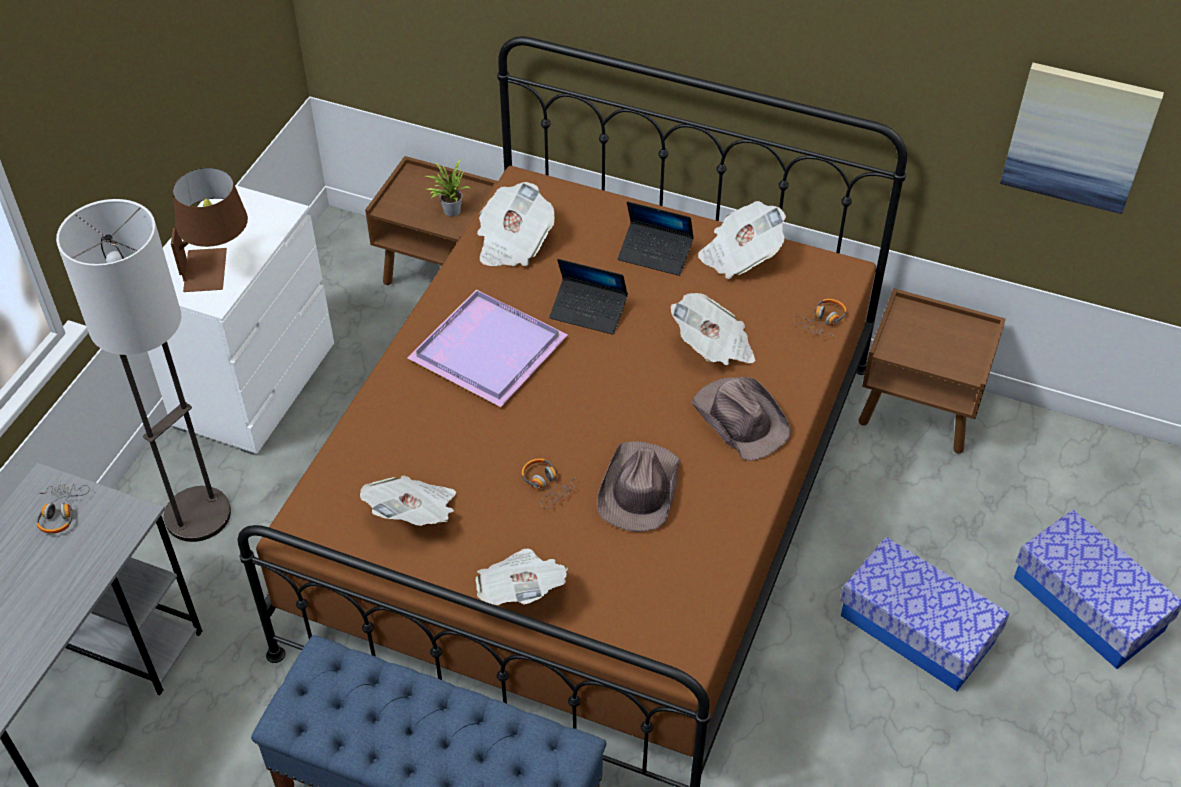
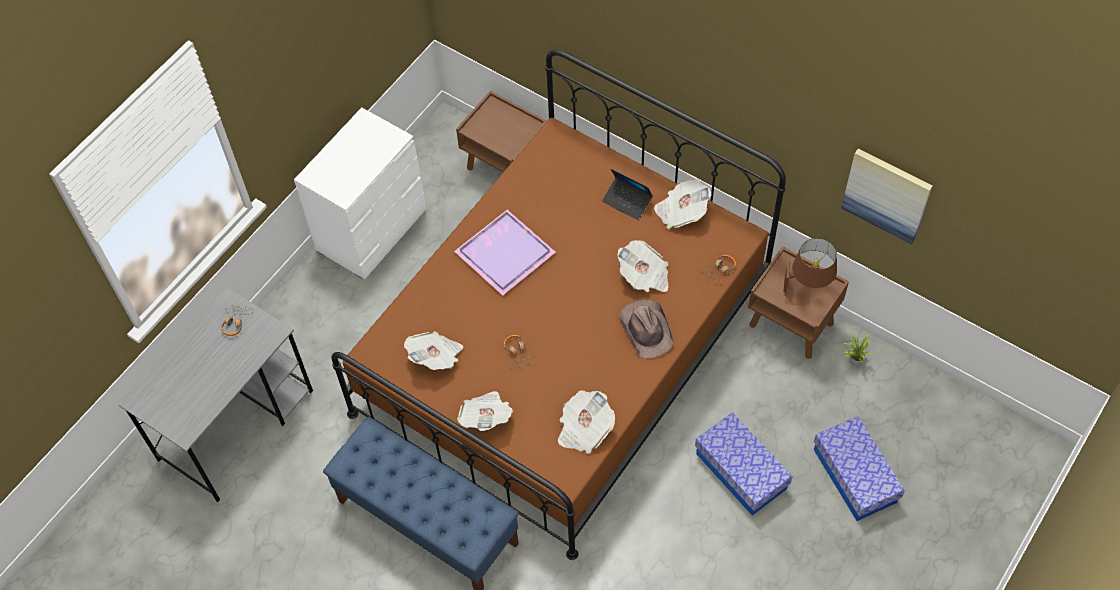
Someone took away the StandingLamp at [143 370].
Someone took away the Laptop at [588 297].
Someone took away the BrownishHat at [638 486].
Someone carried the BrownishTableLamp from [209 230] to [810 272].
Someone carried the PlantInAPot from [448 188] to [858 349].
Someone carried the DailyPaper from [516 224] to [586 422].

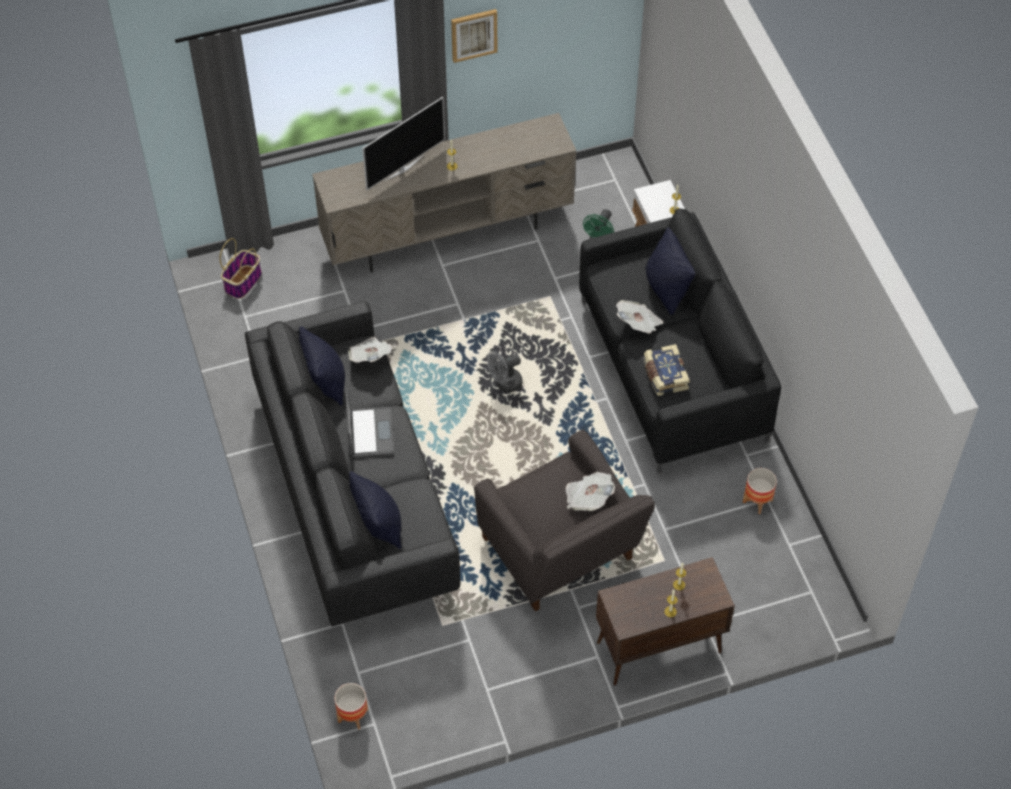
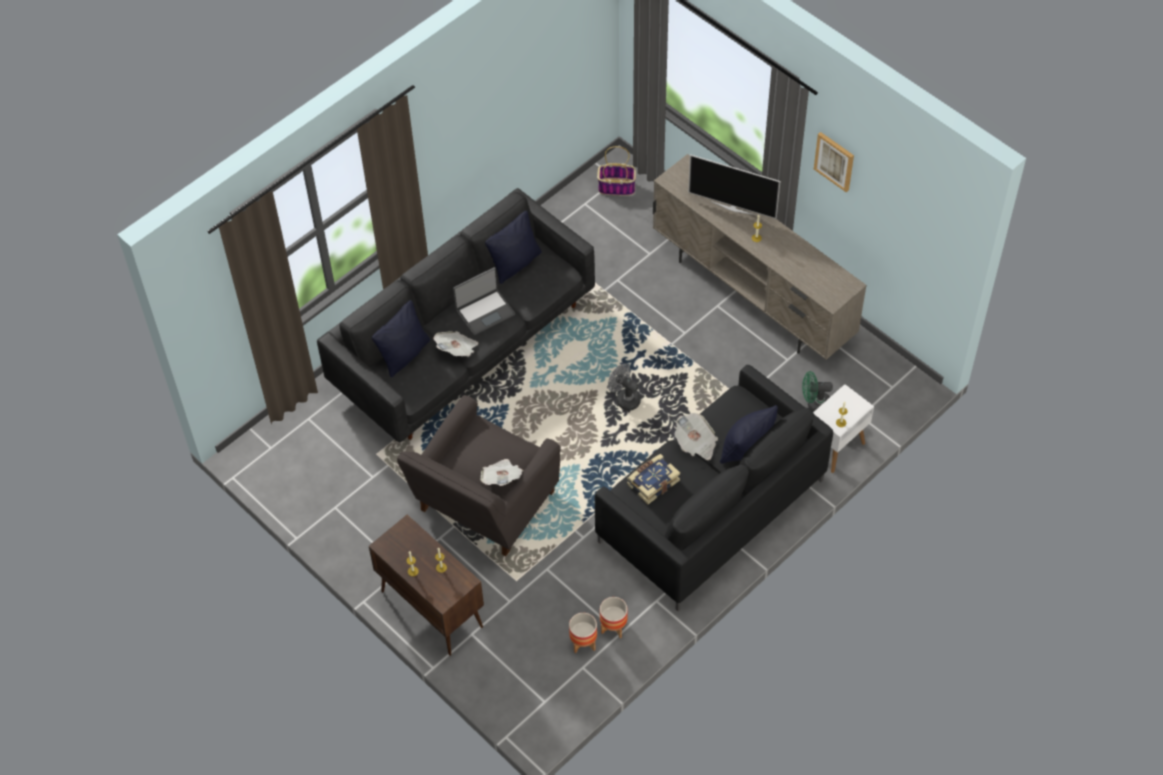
Someone carried the FlowerPot from [351 706] to [583 633].
Someone carried the DailyPaper from [370 350] to [456 344].

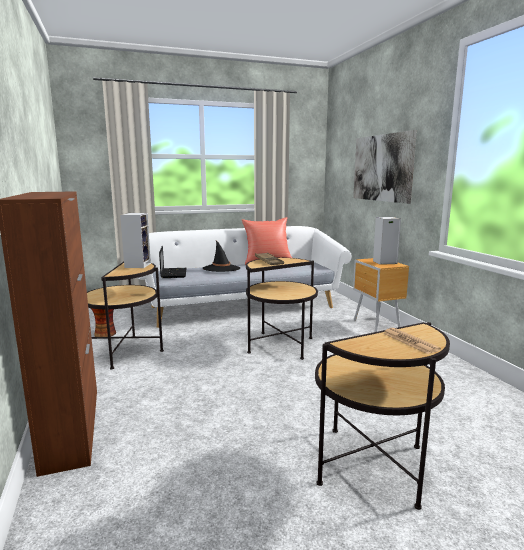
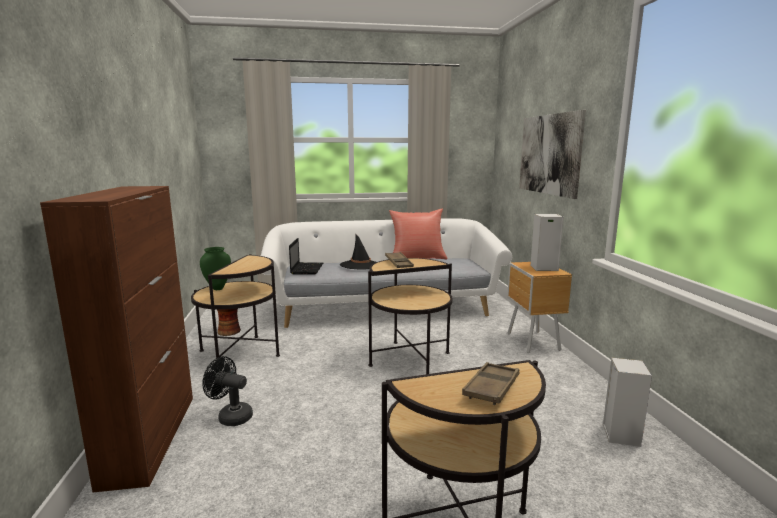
Someone put down the GreenColouredVase at [215 268].
Someone put down the BlackElectricFan at [227 391].
Someone carried the Loudspeaker from [135 240] to [627 402].
Someone swapped the DailyPaper at [412 341] for the BrownishCarryingTray at [490 383].

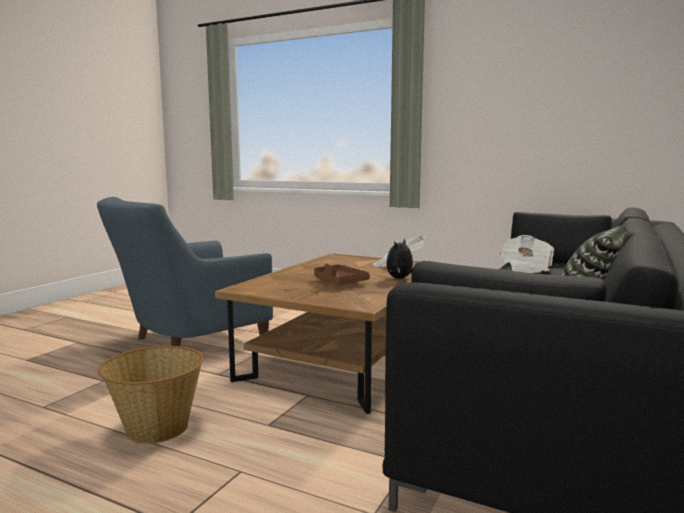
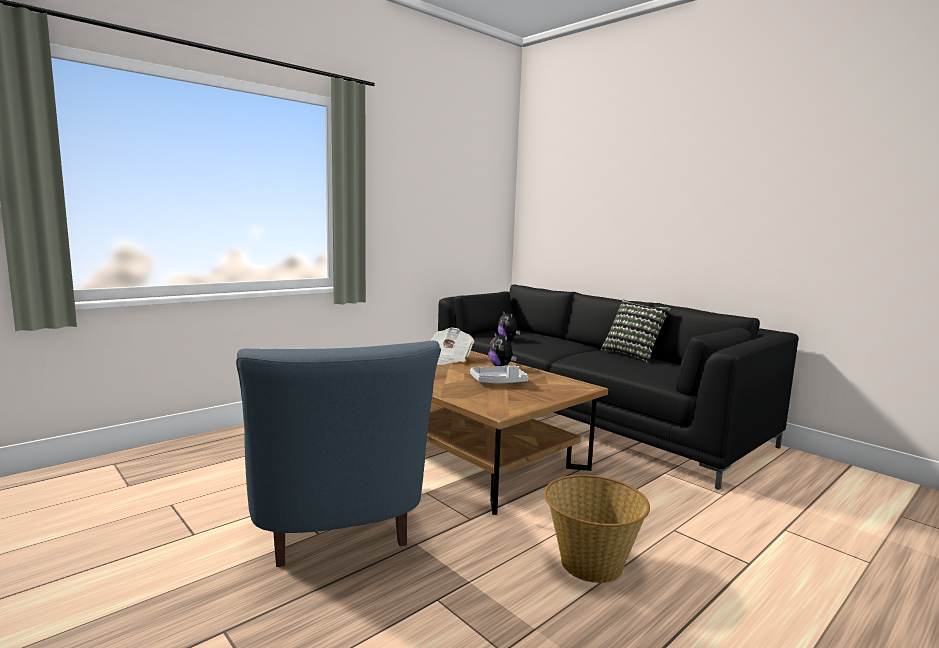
Someone swapped the DailyPaper at [527 254] for the SoftToy at [509 325].
Someone repainted the BrownishCarryingTray at [342 274], which became the GrayCarryingTray at [499 374].

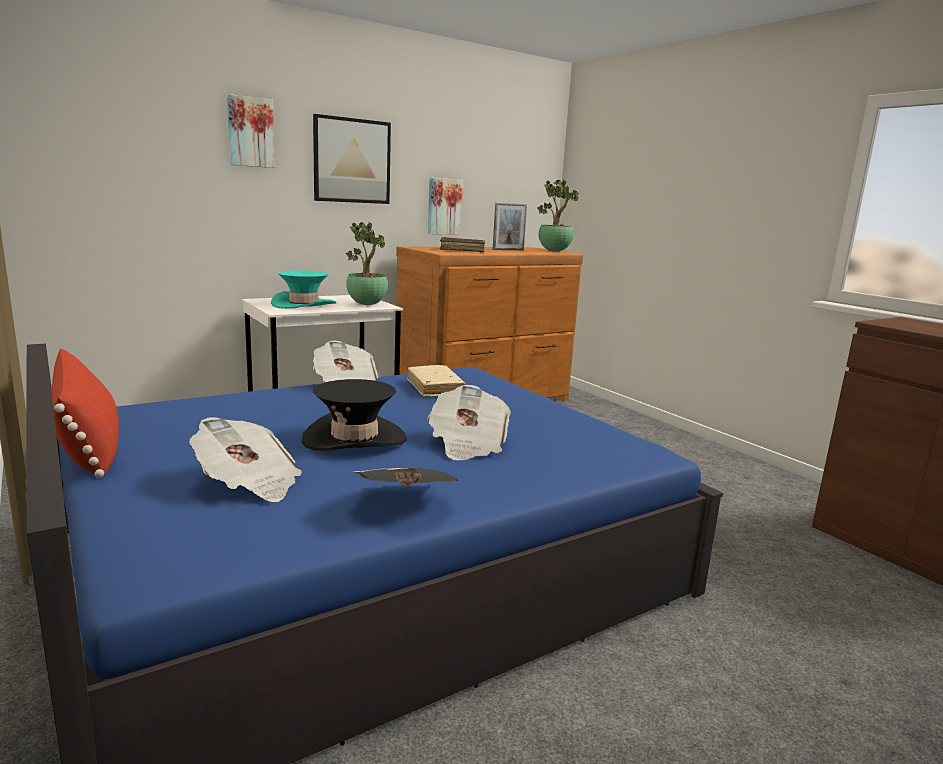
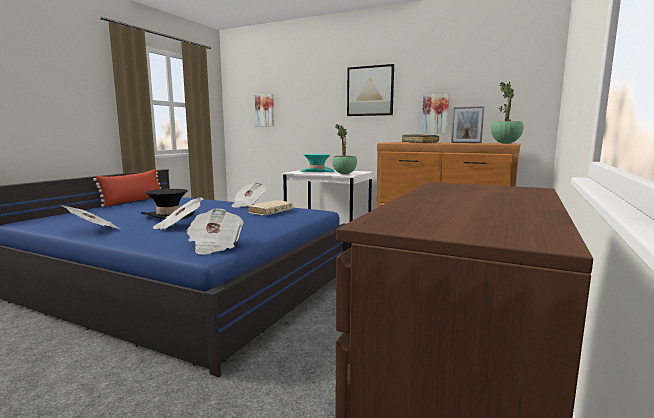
Someone carried the DailyPaper from [246 459] to [214 232].
Someone carried the WallPicture from [251 131] to [264 110].

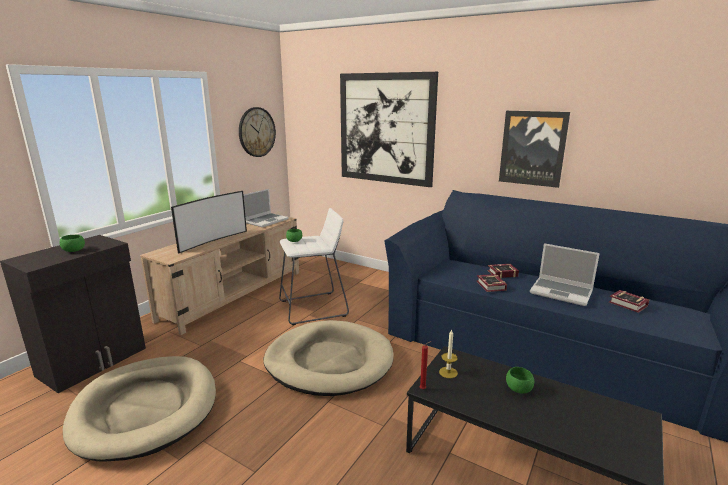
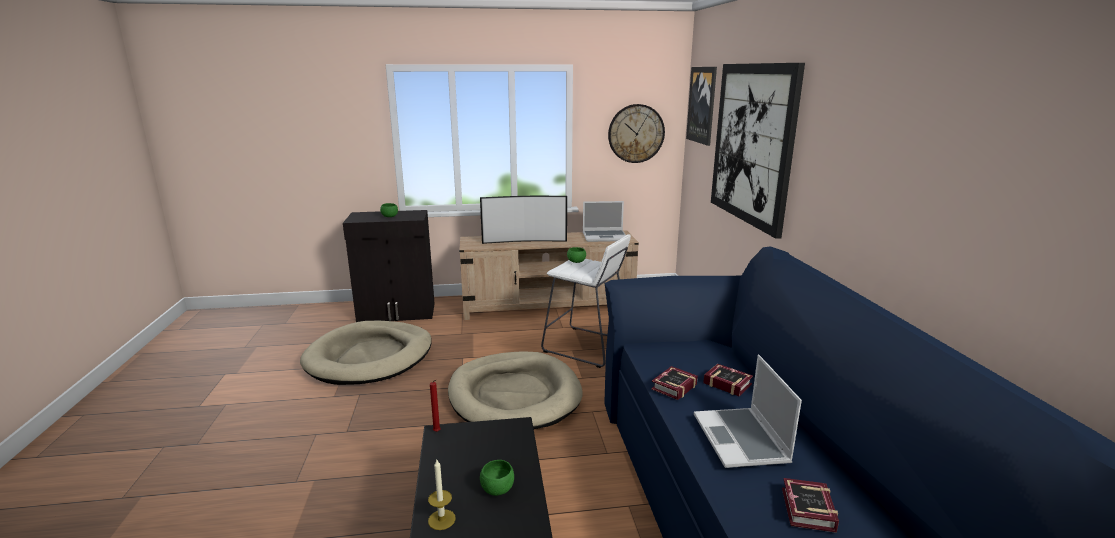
Someone carried the WaxCandle from [448 354] to [442 495].
Someone carried the WallPicture from [534 149] to [701 106].

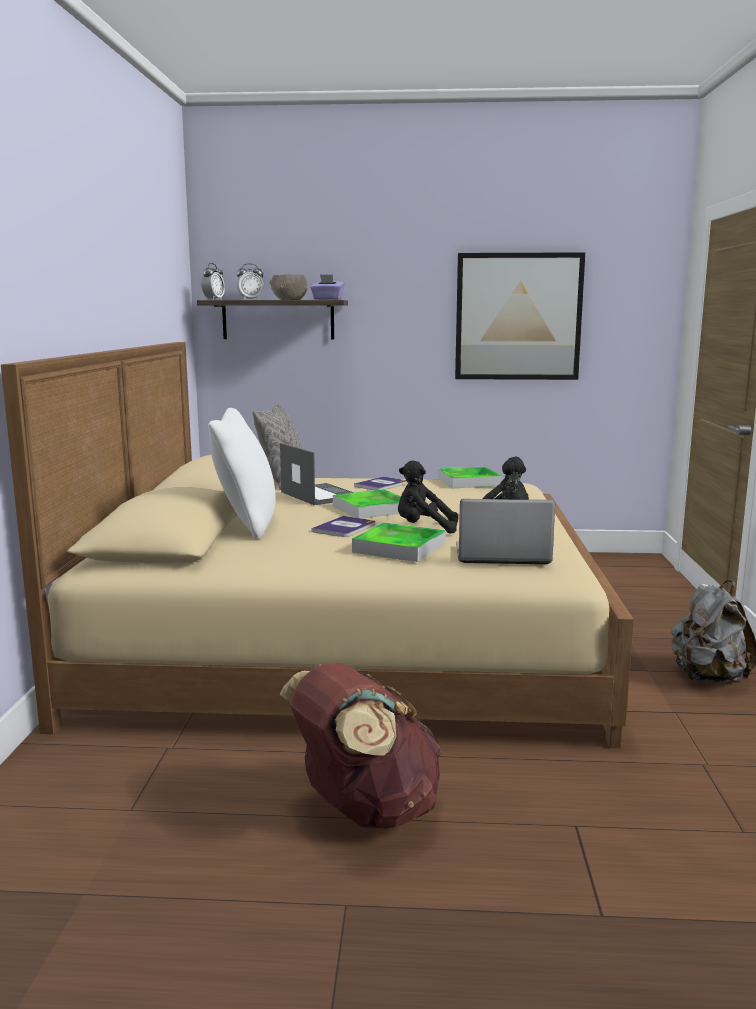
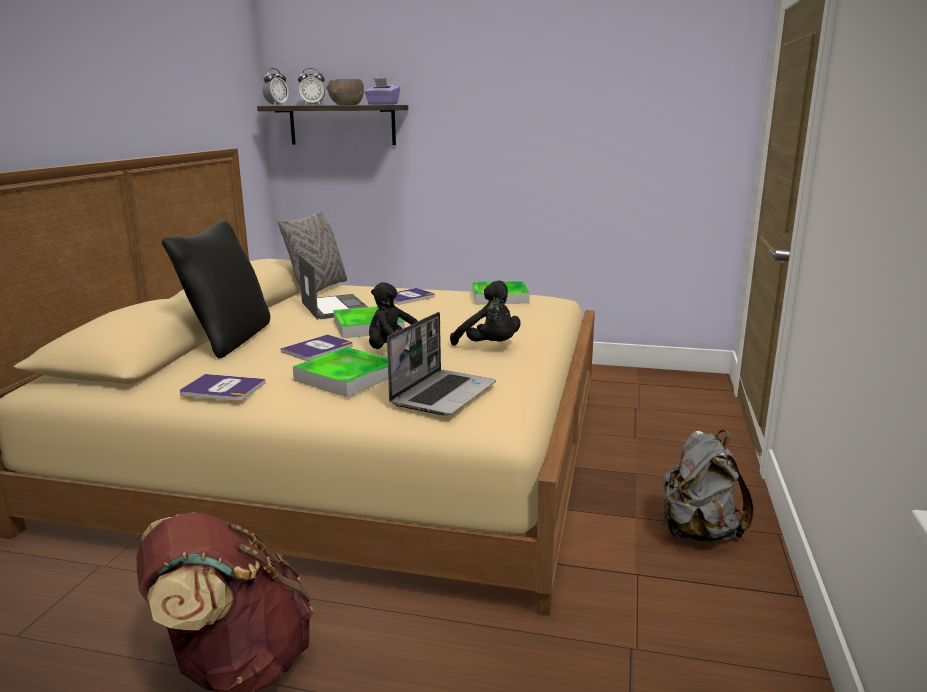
Someone took away the WallPicture at [520 316].
Someone put down the Book at [223 387].
Someone repainted the WhitishThrowPillow at [242 473], which became the BlackThrowPillow at [216 289].
Someone rotated the Laptop at [505 531] by 105 degrees clockwise.

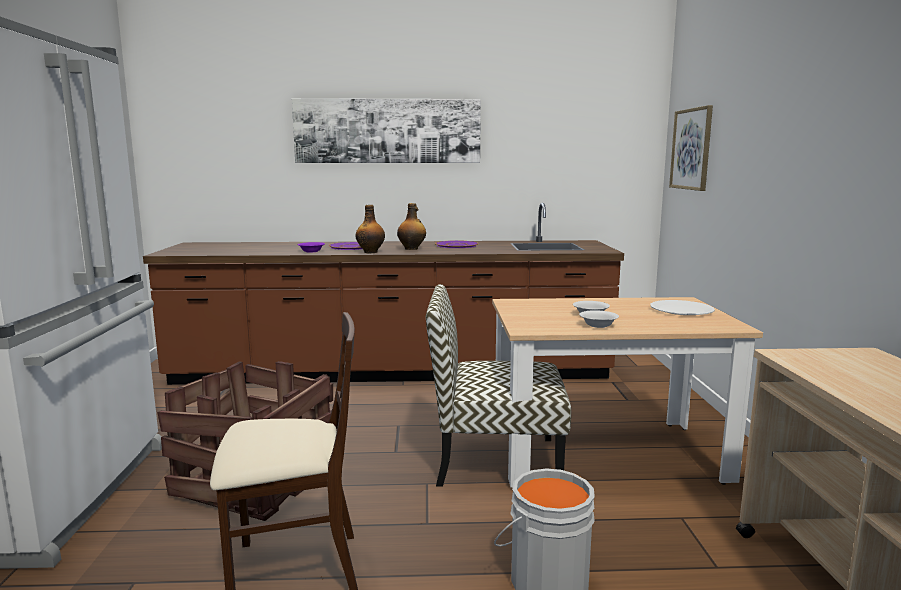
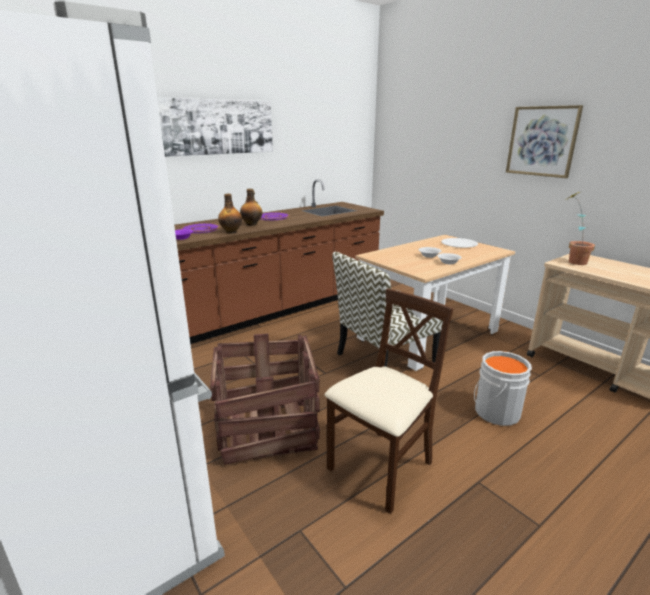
Someone put down the PlantInAPot at [581 228].
Someone carried the WallPicture from [691 148] to [544 141].

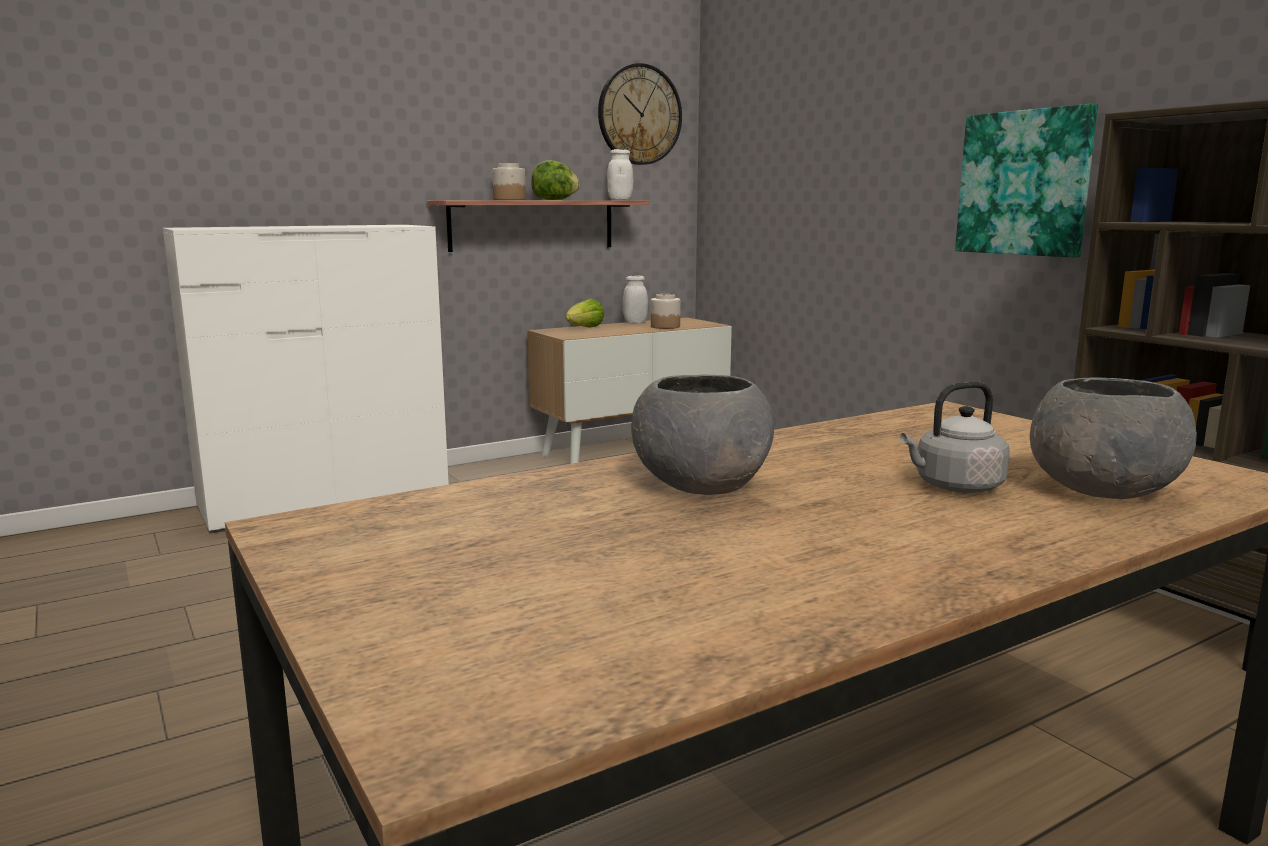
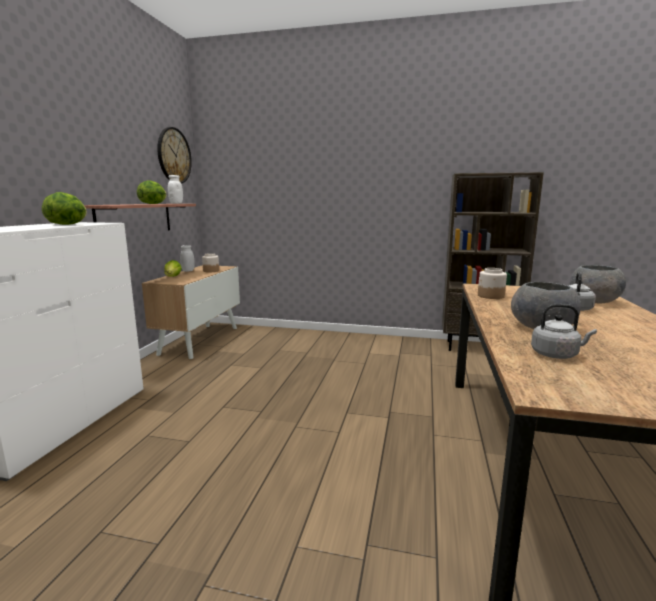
Someone took away the WallPicture at [1026 181].
Someone put down the LettuceHead at [64 208].
Someone put down the GrayTeaKettle at [564 331].
Someone carried the StorageJar from [509 181] to [492 283].

